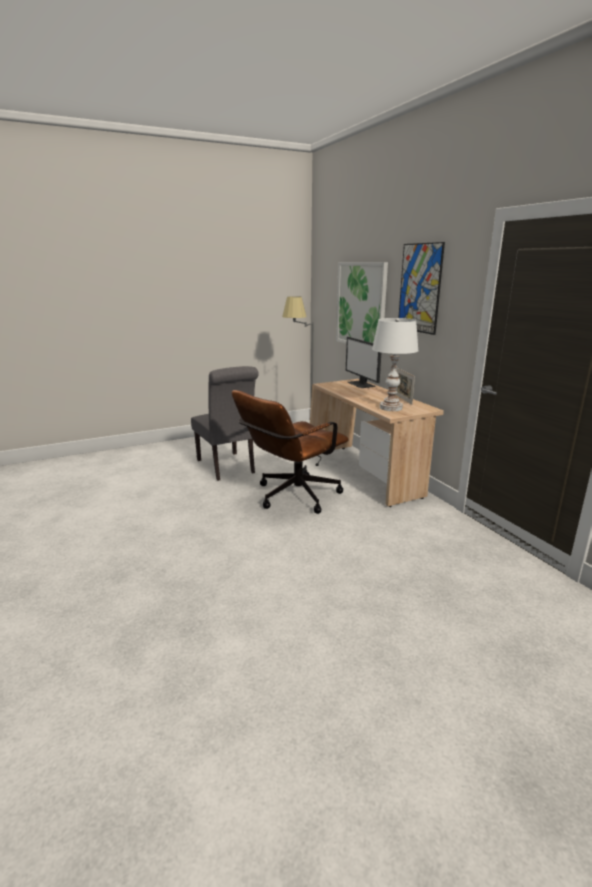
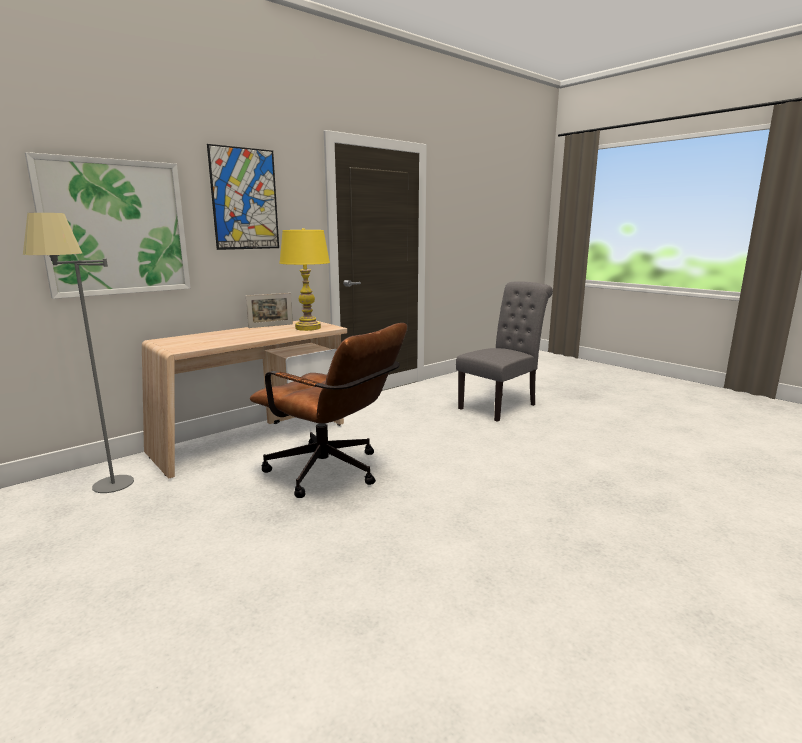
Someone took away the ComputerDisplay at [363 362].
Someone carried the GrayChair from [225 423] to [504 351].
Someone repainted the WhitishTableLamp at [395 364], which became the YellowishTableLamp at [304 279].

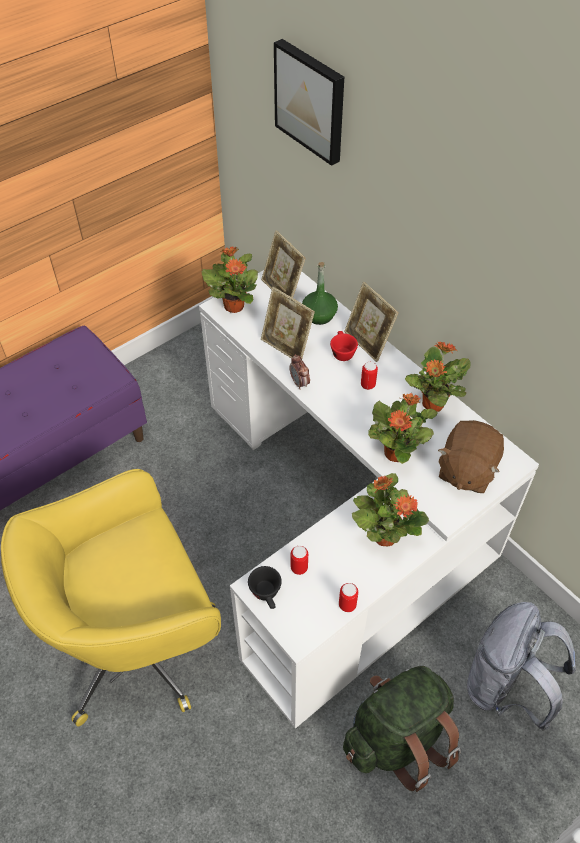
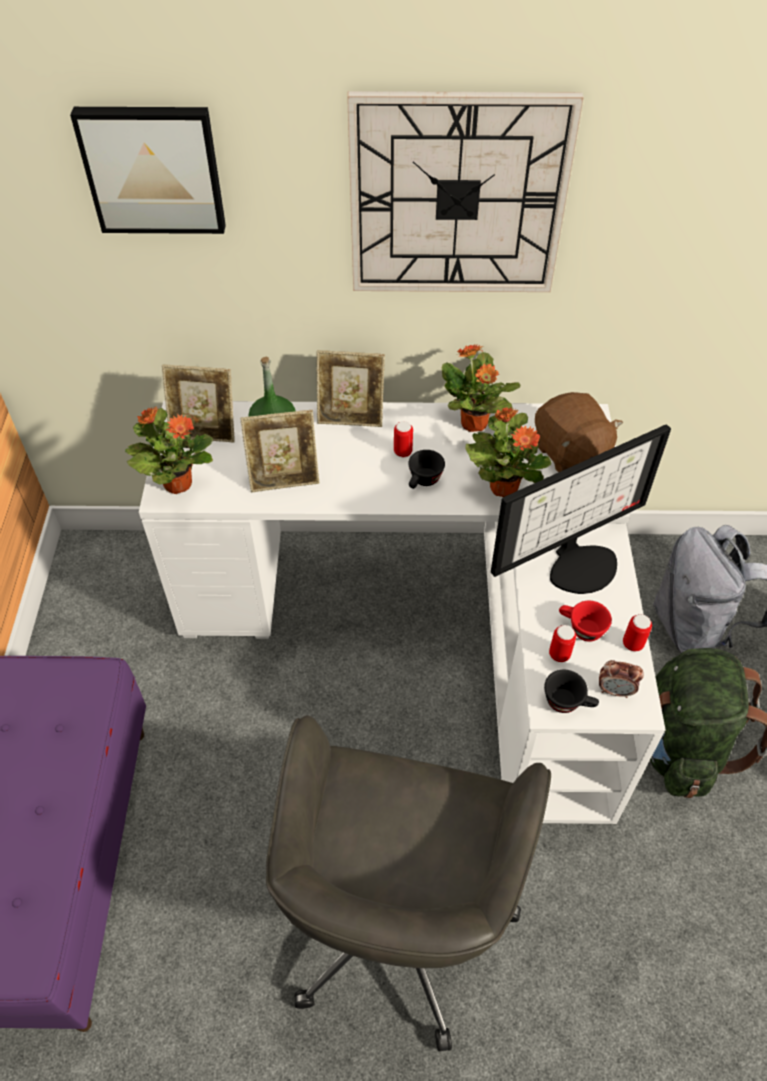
Someone put up the WallClock at [465 191].
Someone put down the BlackDrinkingCup at [426 469].
Someone carried the BedsideClock from [300 372] to [621 679].
Someone carried the ReddishDrinkingCup from [344 346] to [585 621].
Someone swapped the PlantInAPot at [390 509] for the ComputerDisplay at [581 509].
Someone repainted the YellowishOfficeChair at [111 598], which became the GrayOfficeChair at [408 883].

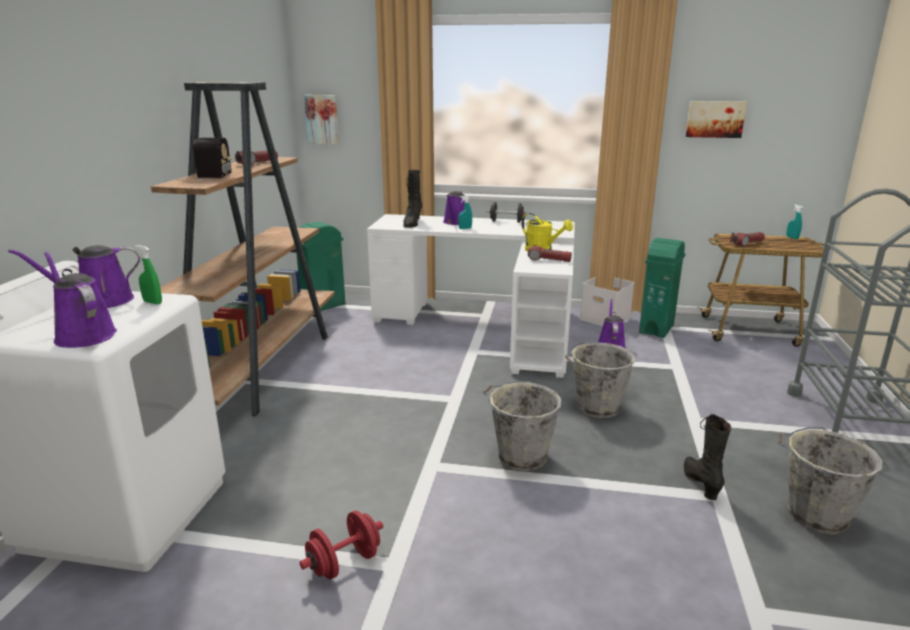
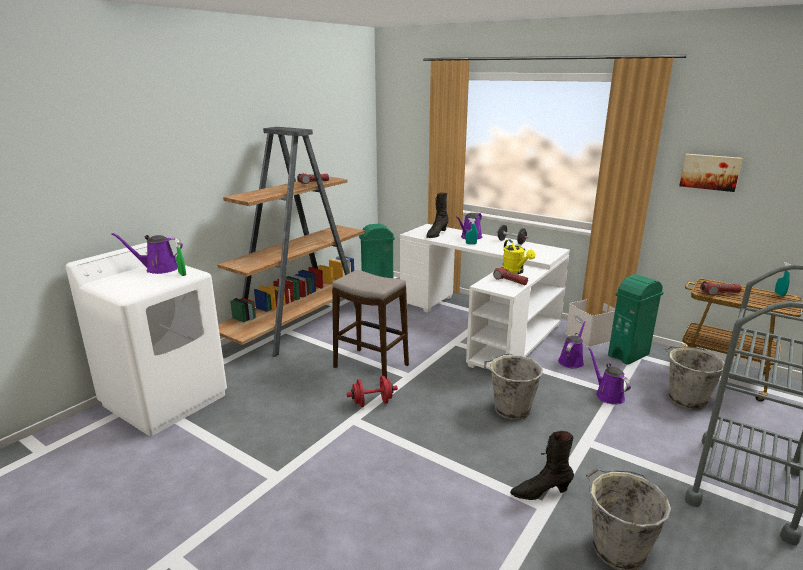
Someone took away the RadioReceiver at [203 160].
Someone took away the WallPicture at [321 120].
Someone put down the Stool at [370 324].
Someone carried the PurpleSprinklingCan from [80 300] to [609 376].
Someone carried the ReddishFreeWeight from [341 544] to [372 391].
Someone carried the GrayWaterBucket from [522 426] to [694 378].
Someone rotated the BlackTallBoot at [708 457] by 120 degrees counterclockwise.

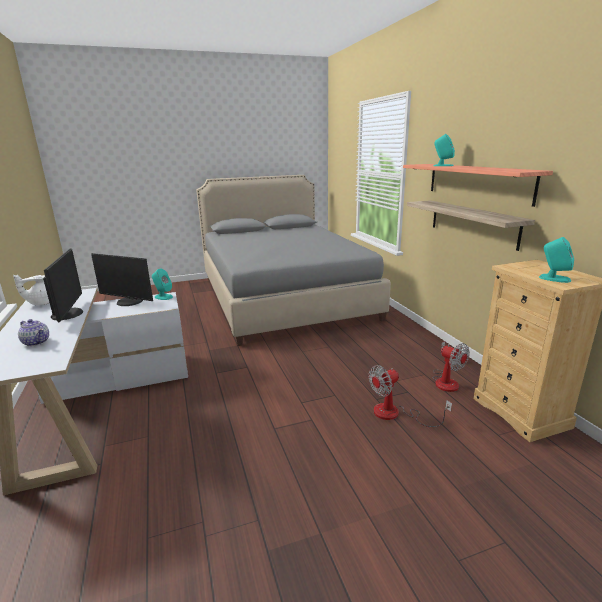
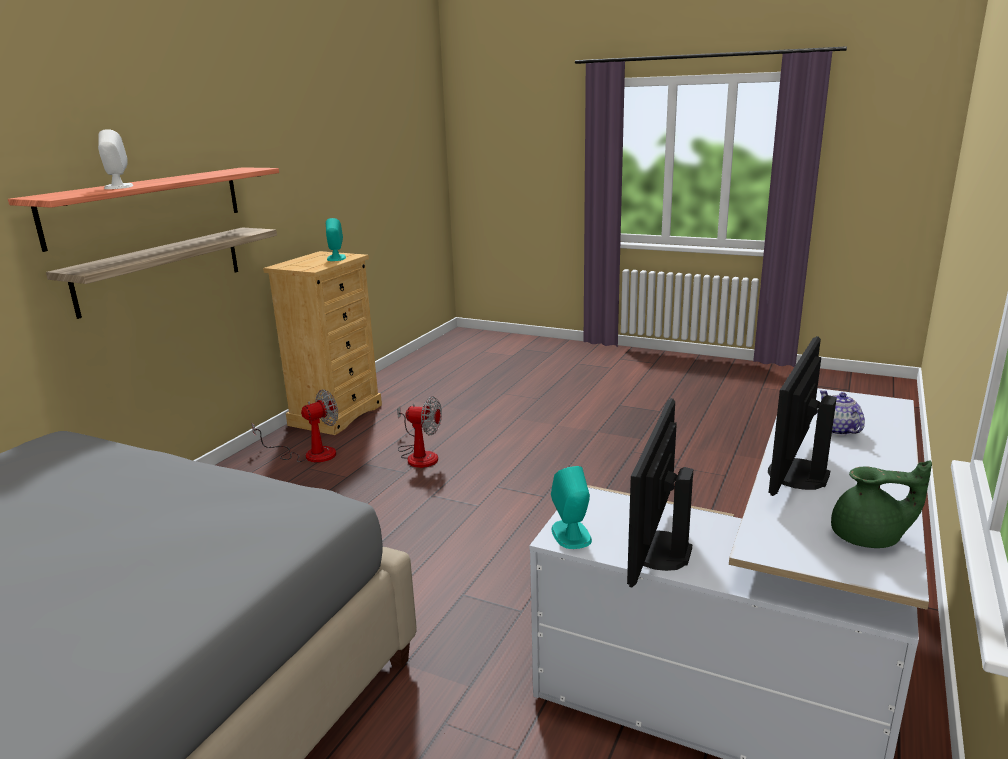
Someone repainted the WhitishPotForTea at [31 290], which became the GreenColouredPotForTea at [881 504].
Someone repainted the BlueGreenLoudspeaker at [444 150], which became the WhitishLoudspeaker at [115 159].
Someone rotated the ComputerDisplay at [122 279] by 135 degrees counterclockwise.
Someone rotated the ElectricFan at [451 366] by 45 degrees clockwise.

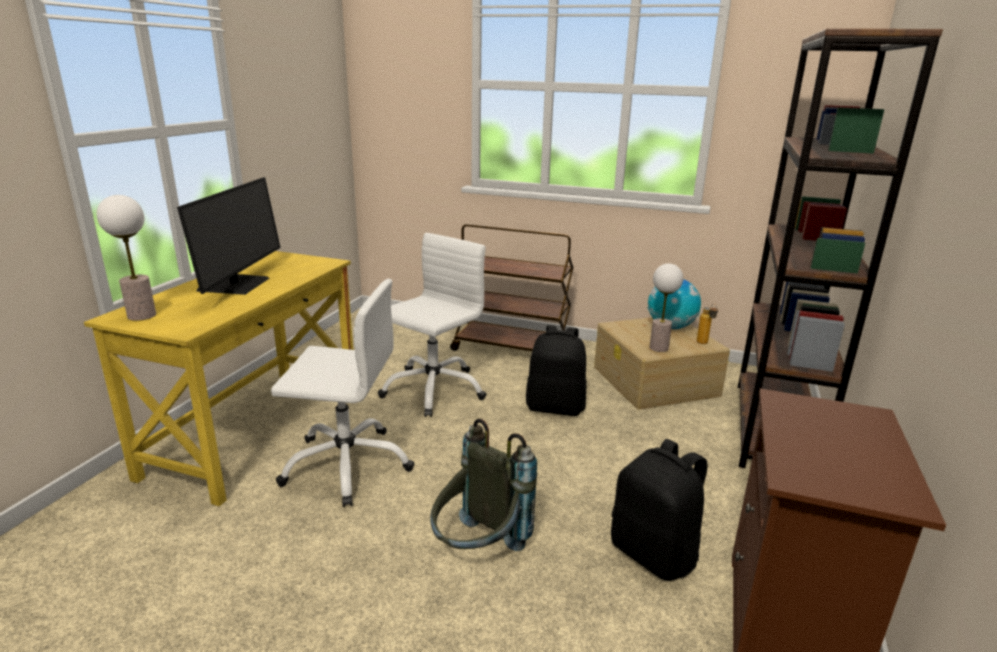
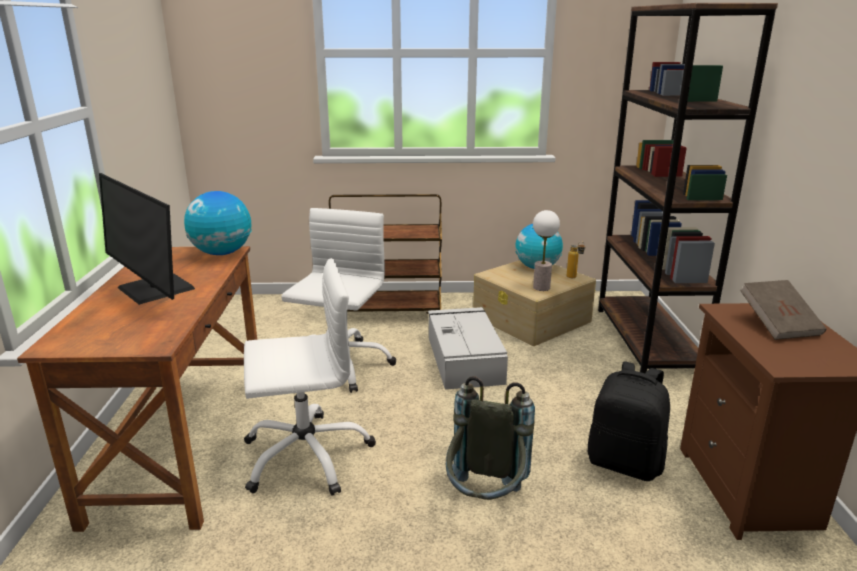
Someone took away the TableLamp at [126 258].
Someone put down the Globe at [218 223].
Someone put down the BrownishBook at [783 310].
Someone swapped the BlackKnapsack at [556 370] for the GrayStorageContainer at [468 348].
Someone repainted the YellowishDesk at [218 378], which became the BrownishDesk at [137 389].
Someone rotated the ComputerDisplay at [229 236] by 150 degrees clockwise.

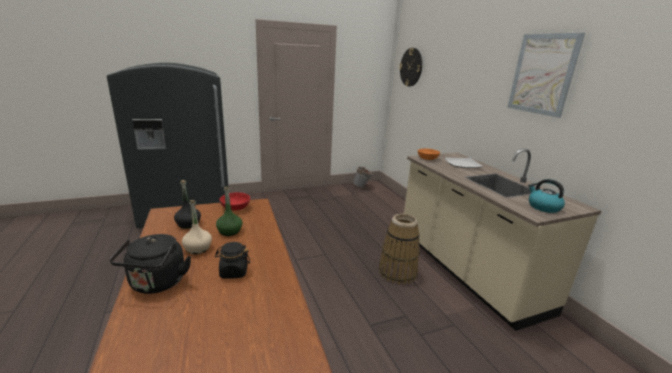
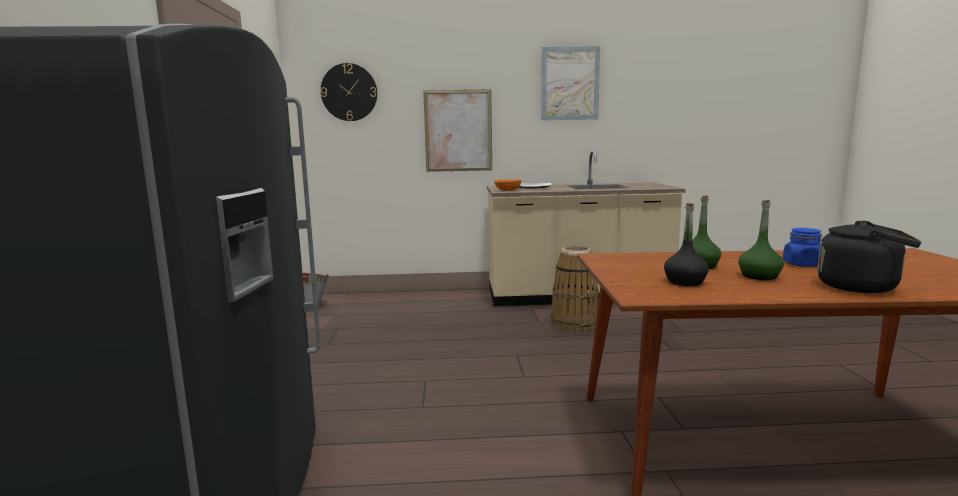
Someone took away the ReddishDeepDish at [234 201].
Someone took away the TeaKettle at [546 196].
Someone put up the WallPicture at [457 131].
Someone repainted the BeigeColouredBottle at [197 227], which became the GreenColouredBottle at [761 240].
Someone repainted the BlackStorageJar at [232 260], which became the BlueStorageJar at [802 247].

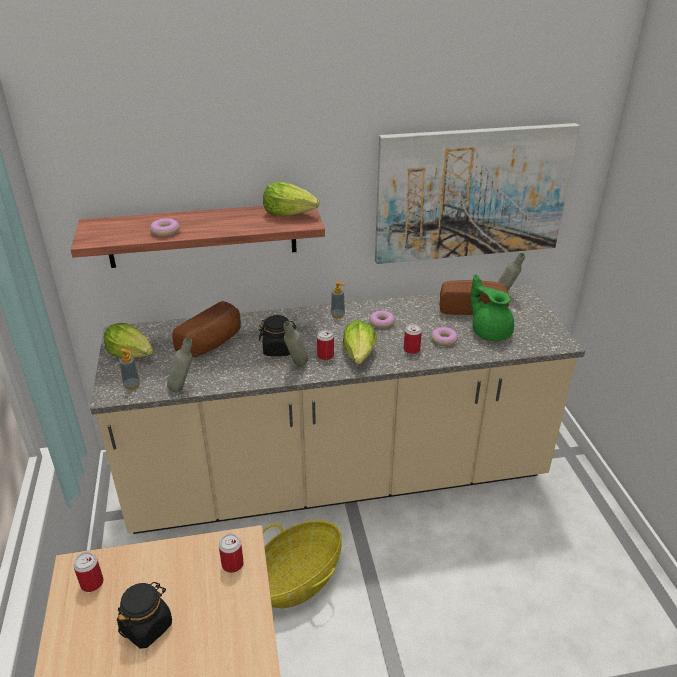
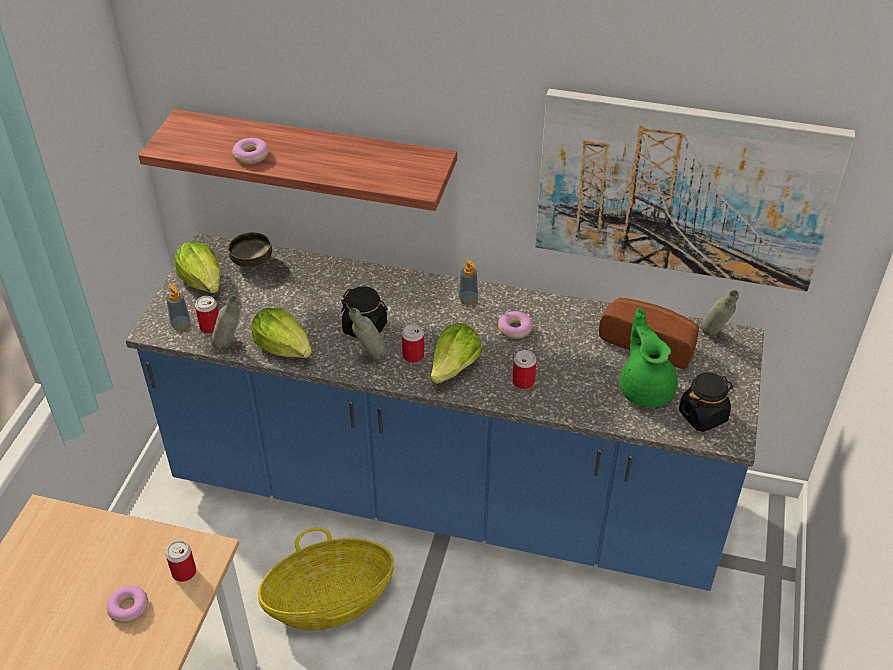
Someone took away the BakeryBread at [206 329].
Someone put down the DeepDish at [250 250].
Someone carried the SealedCan from [88 572] to [207 315].
Someone carried the BlackStorageJar from [144 615] to [706 402].
Someone carried the LettuceHead from [291 198] to [281 333].
Someone carried the Doughnut from [444 336] to [127 604].
Someone repainted the BeigeColouredCounter at [337 409], which became the BlueCounter at [445 412].

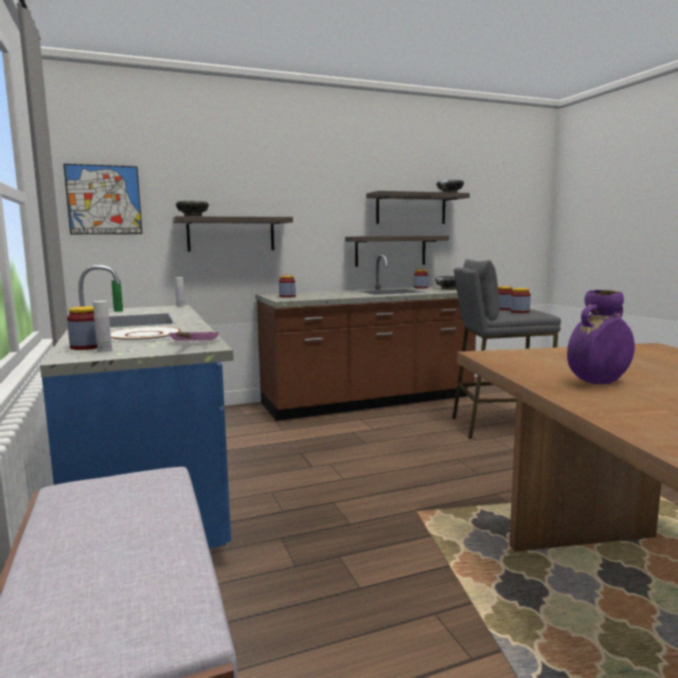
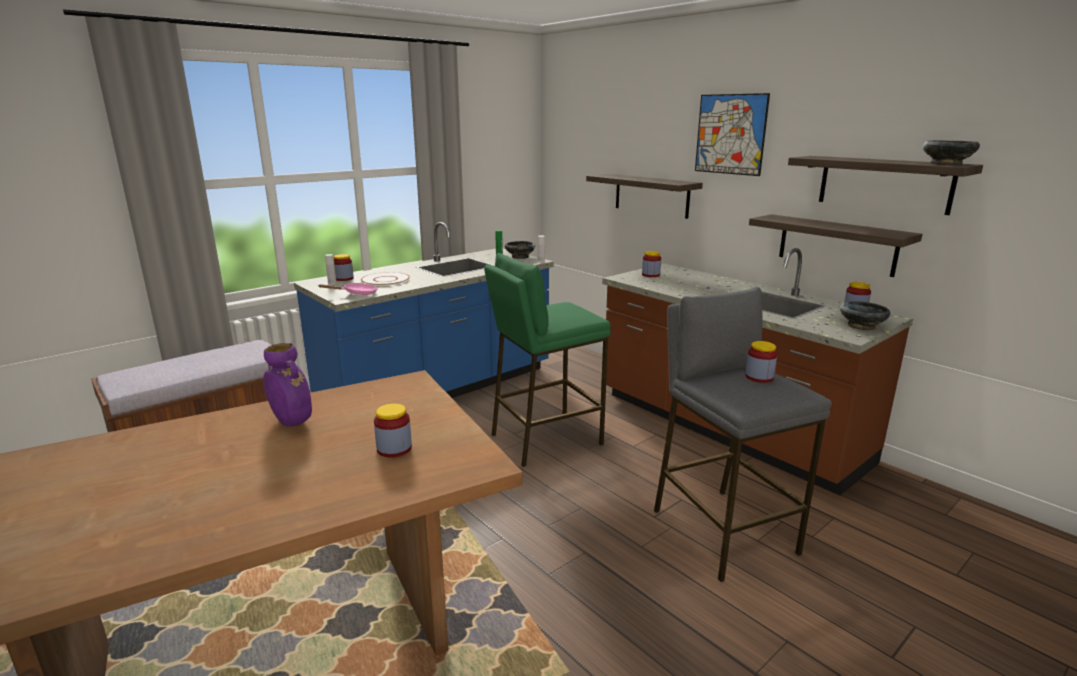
Someone put down the GreenColouredStool at [547 360].
Someone carried the WallPicture from [102 199] to [732 134].
Someone carried the BlackDeepDish from [192 208] to [520 250].
Someone carried the StorageJar from [521 300] to [393 431].

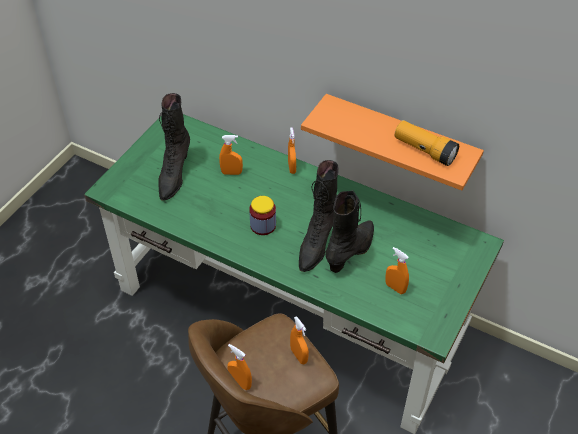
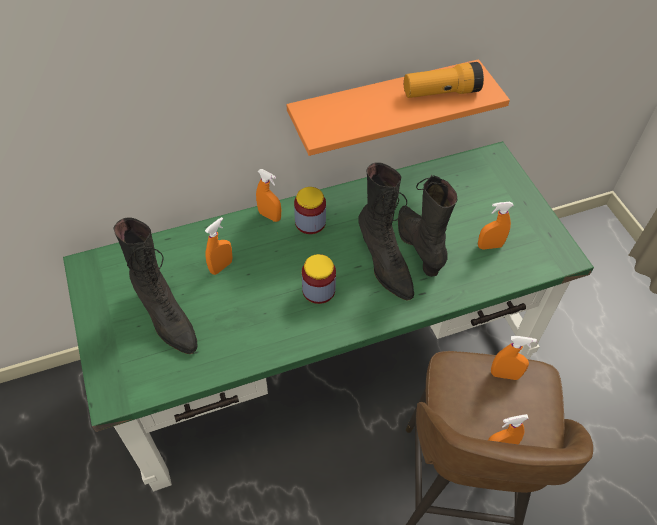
Someone put down the StorageJar at [310 210].

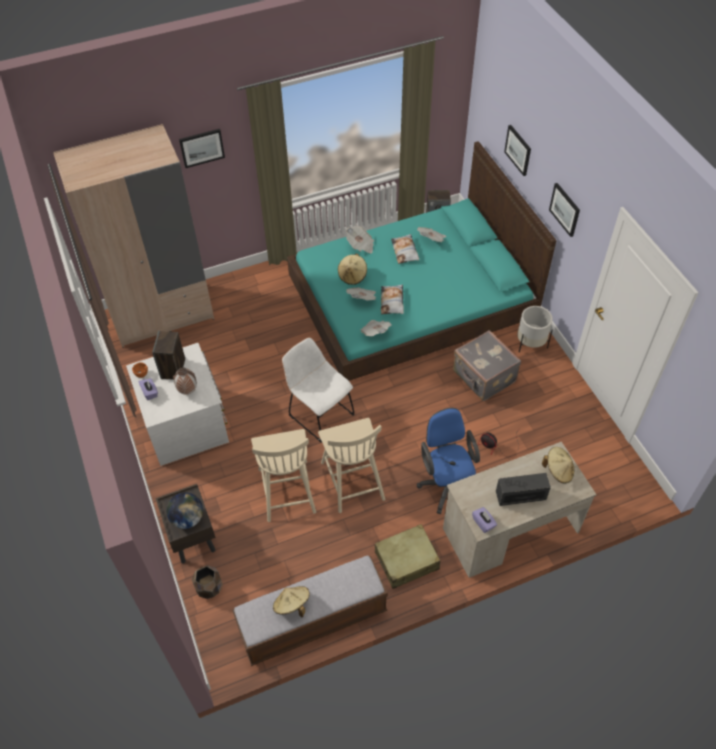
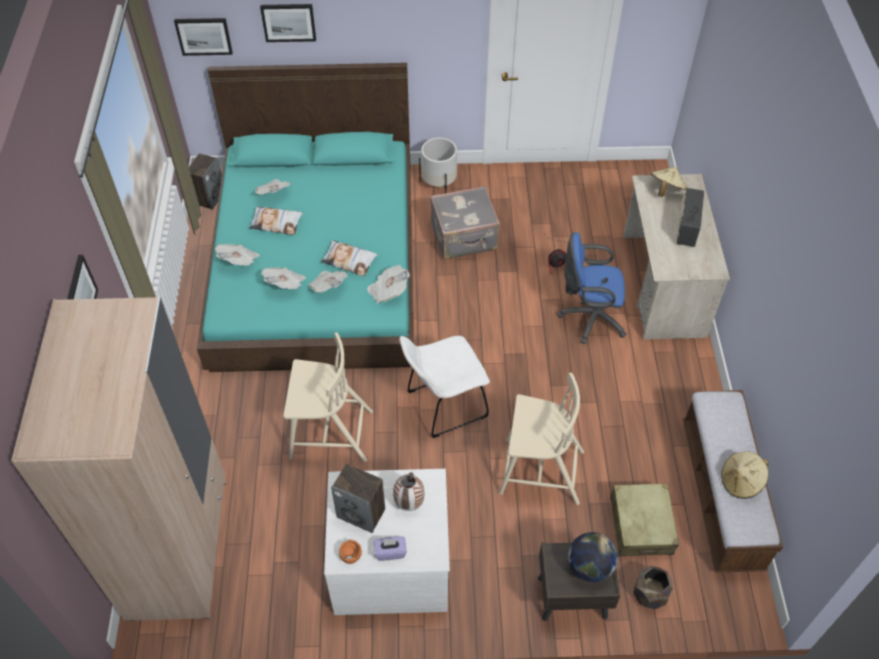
Someone took away the PurpleTissueBox at [484 520].
Someone carried the BeigeColouredChair from [351 465] to [328 397].
Someone carried the BeigeColouredSuitcase from [407 556] to [644 520].
Someone carried the WallPicture from [564 210] to [203 37].
Someone swapped the BeigeColouredHat at [352 269] for the DailyPaper at [283 278].

